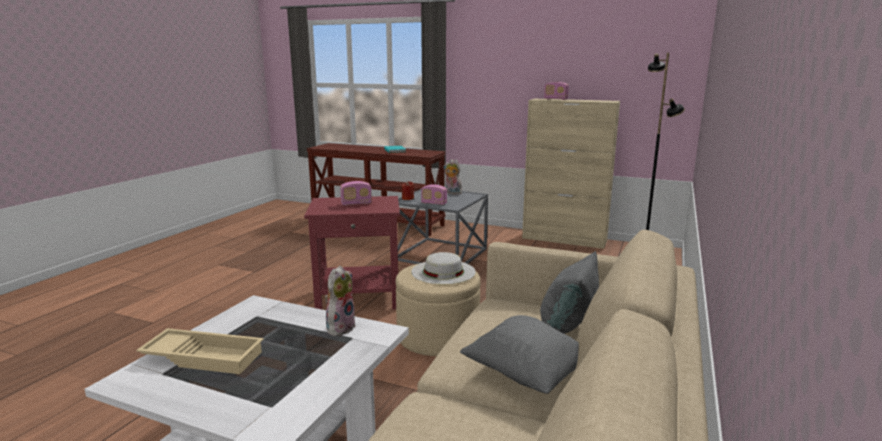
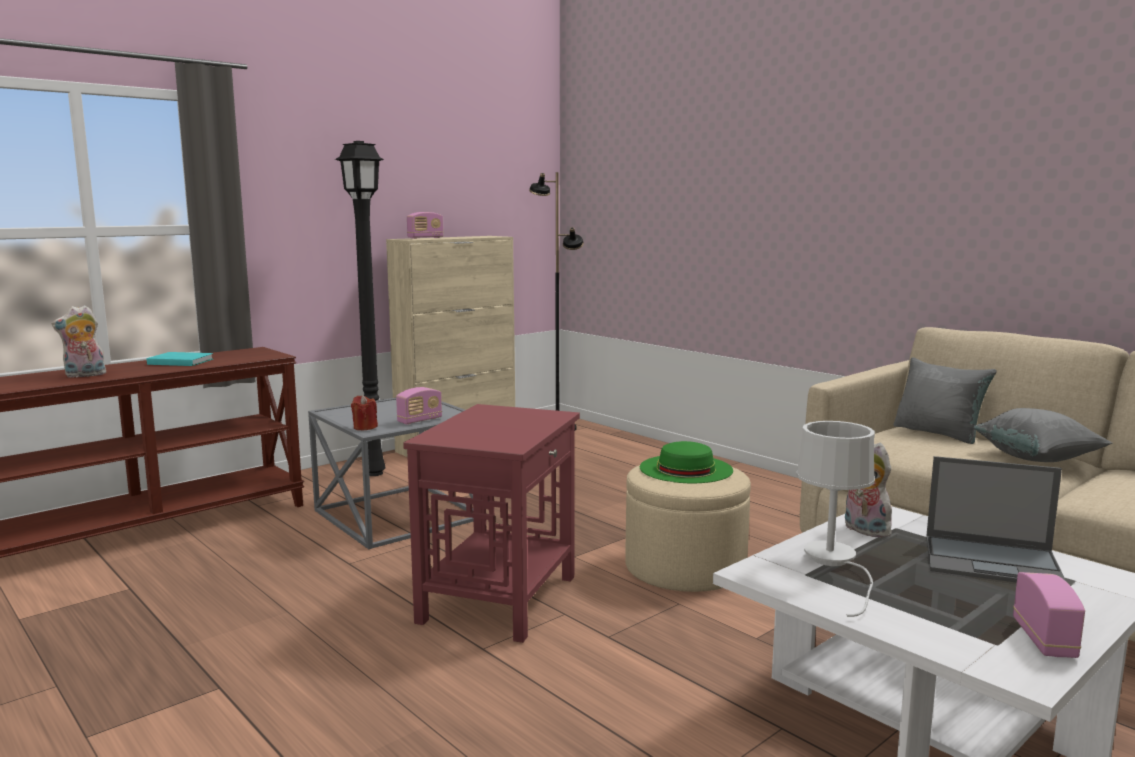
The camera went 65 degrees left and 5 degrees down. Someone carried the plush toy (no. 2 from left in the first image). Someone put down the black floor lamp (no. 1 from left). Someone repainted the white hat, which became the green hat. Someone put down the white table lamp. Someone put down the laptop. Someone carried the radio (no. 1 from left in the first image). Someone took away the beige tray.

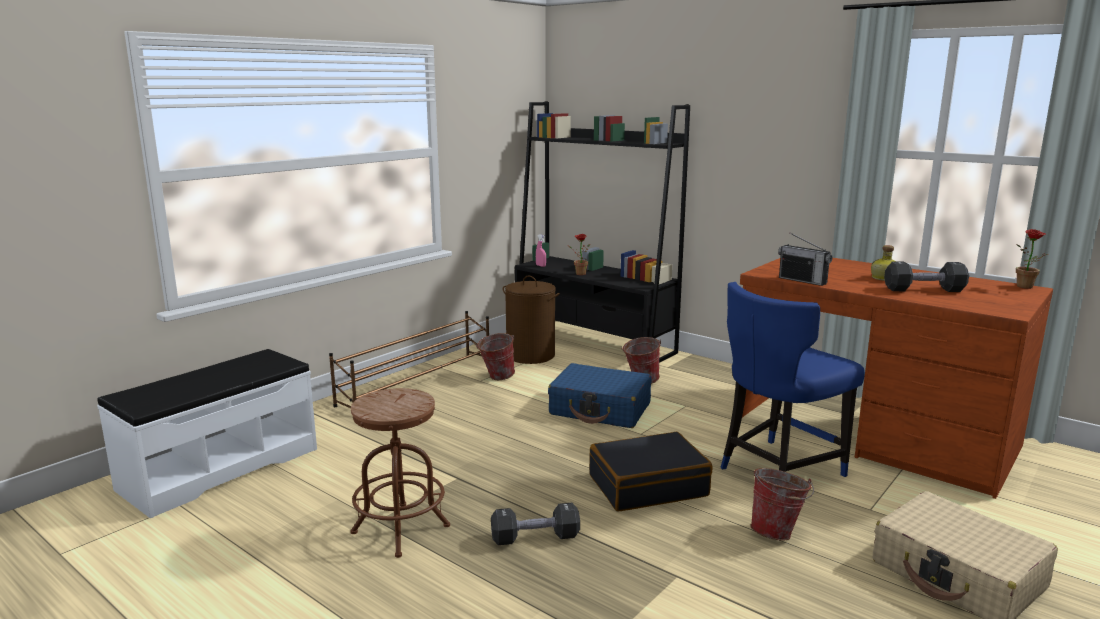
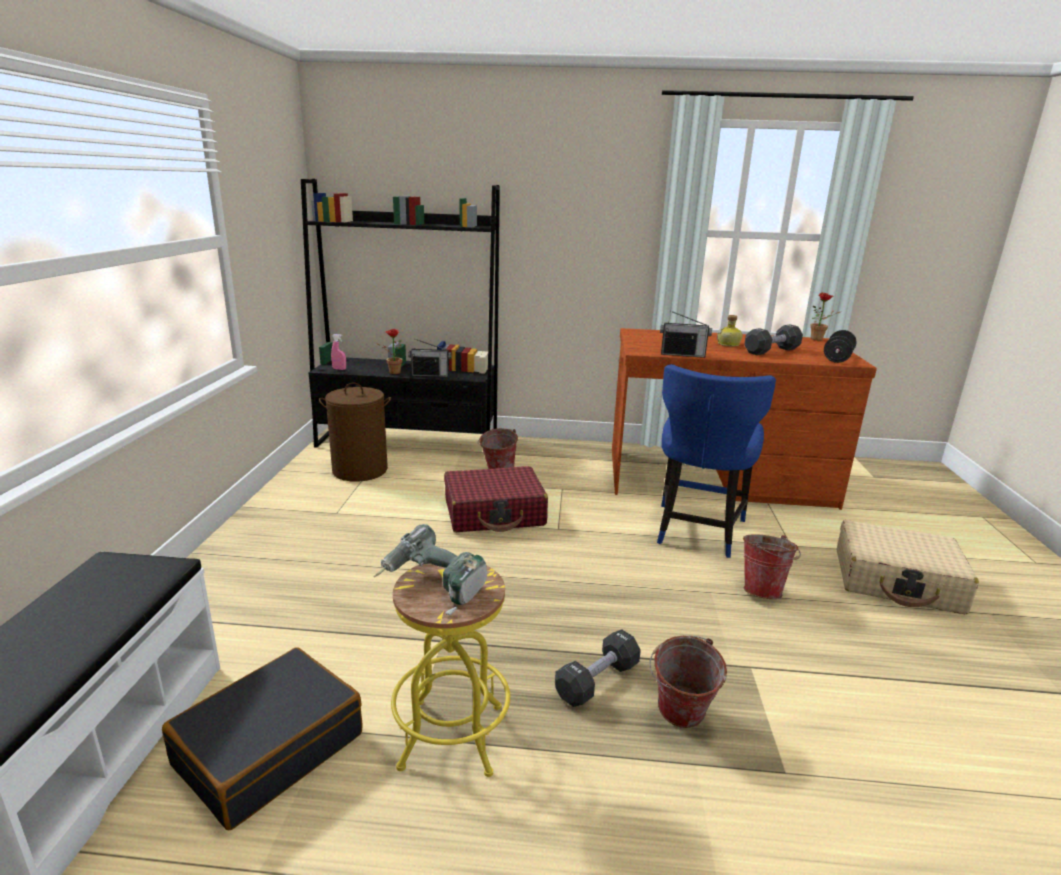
The camera went 35 degrees left and 5 degrees up. Someone carried the black suitcase. Someone put down the power drill. Someone repainted the brown stool, which became the yellow stool. Someone put down the radio (no. 1 from left). Someone repainted the blue suitcase, which became the red suitcase. Someone carried the bucket (no. 1 from left in the first image). Someone put down the black dumbbell (no. 3 from left). Someone took away the brown shoe rack.

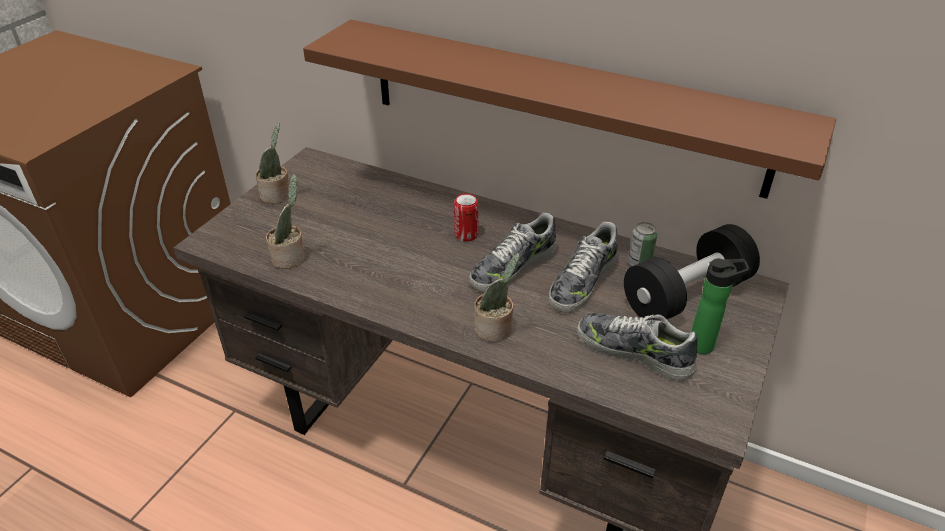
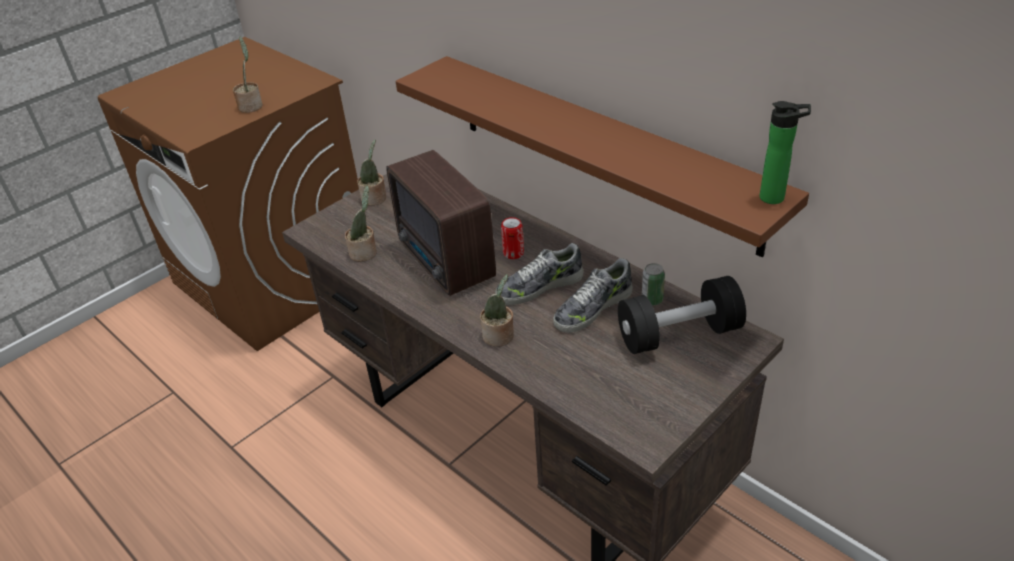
The camera went 20 degrees right and 0 degrees up. Someone put down the potted plant (no. 1 from left). Someone put down the radio. Someone carried the bottle. Someone took away the shoe (no. 3 from left).

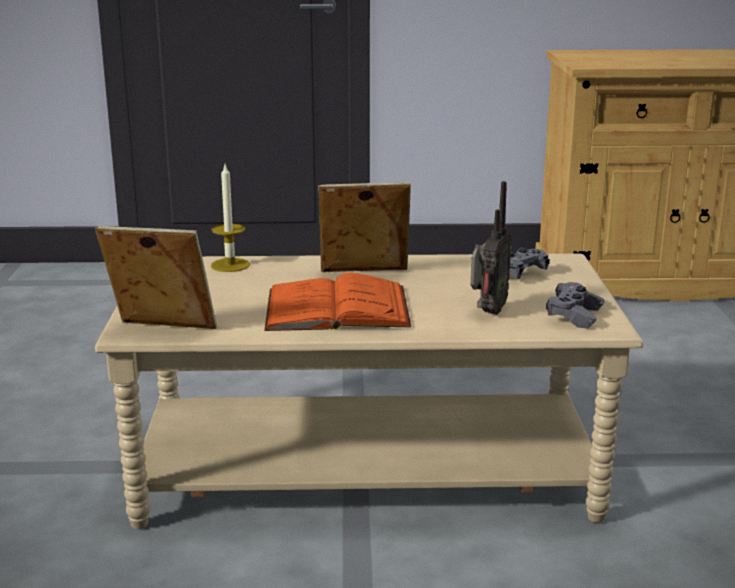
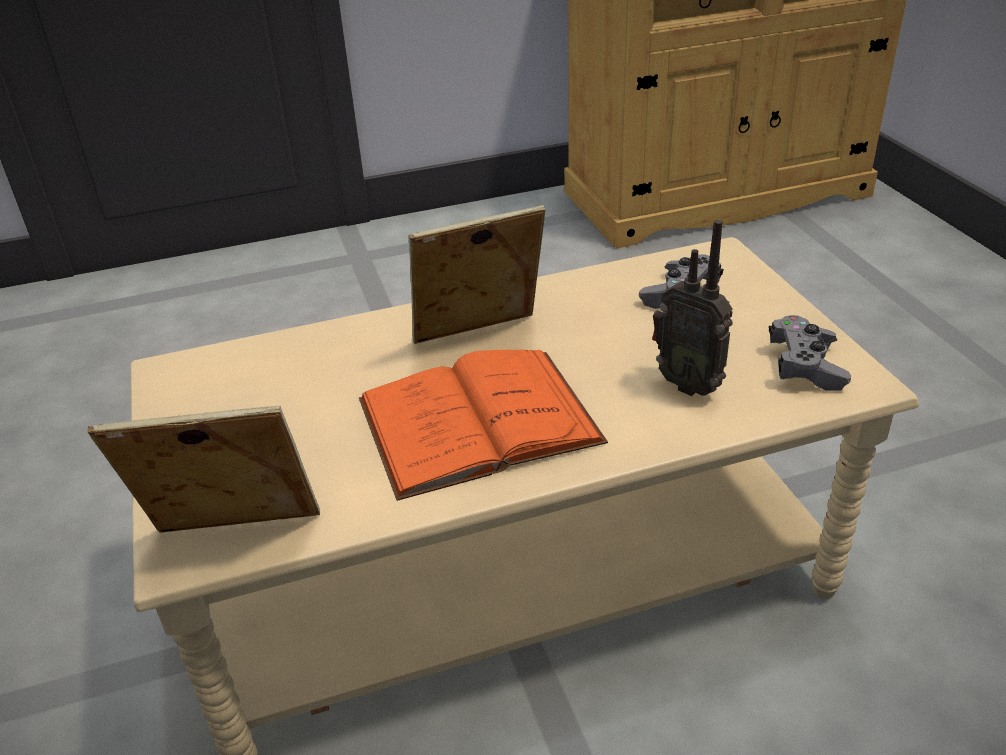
The camera went 15 degrees left and 15 degrees up. Someone rotated the radio by 120 degrees clockwise. Someone took away the candle.

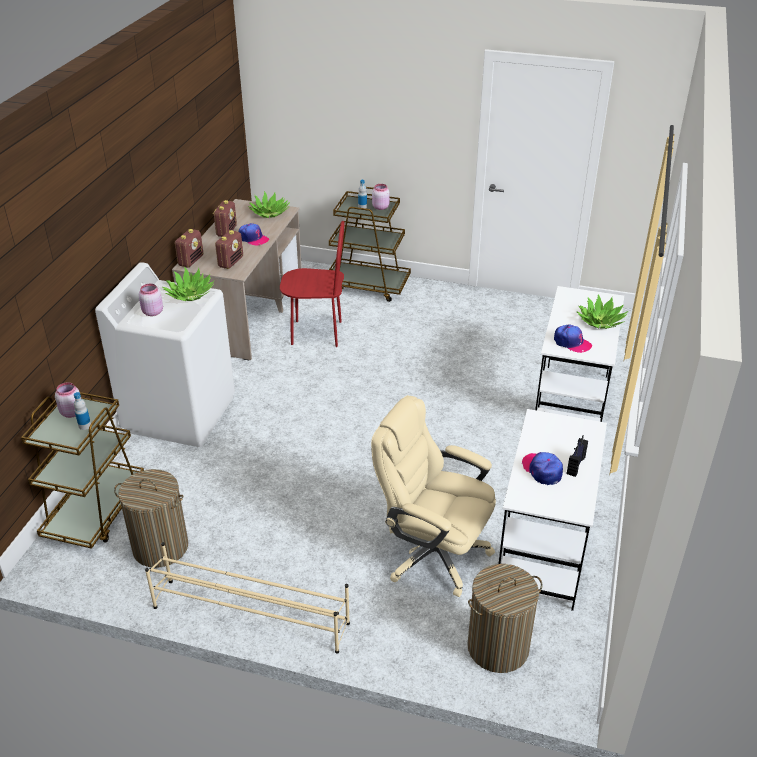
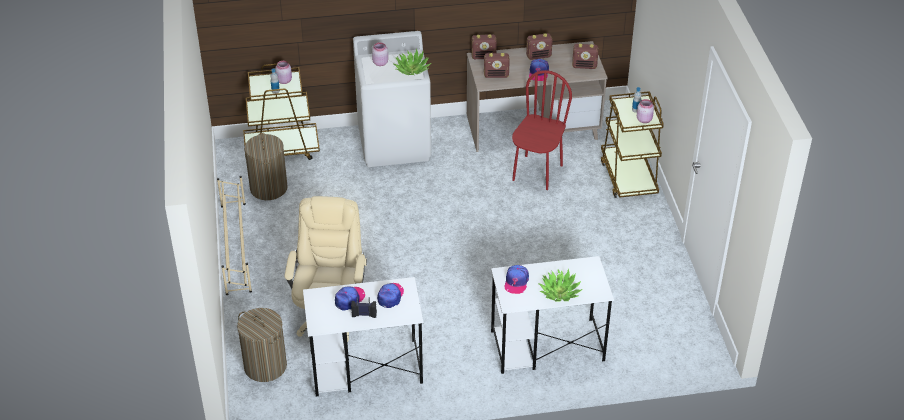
The camera went 65 degrees right and 5 degrees up. Someone put down the cap (no. 2 from left). Someone rotated the red chair by 135 degrees counterclockwise. Someone swapped the potted plant (no. 2 from left) for the radio (no. 5 from left).

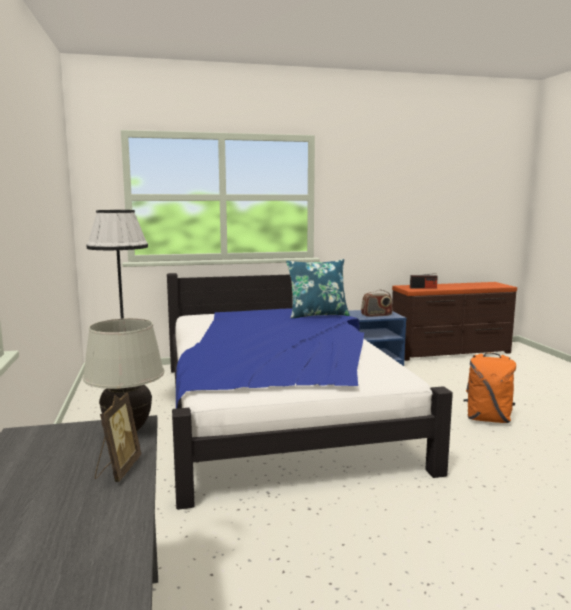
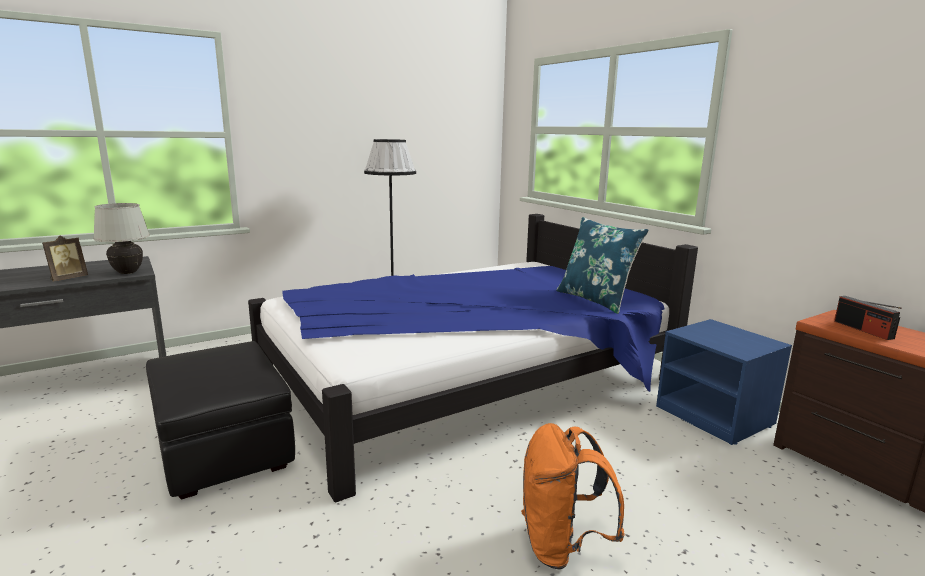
The camera went 70 degrees right and 5 degrees up. Someone rotated the picture frame by 45 degrees counterclockwise. Someone put down the black ottoman. Someone took away the radio (no. 1 from left).

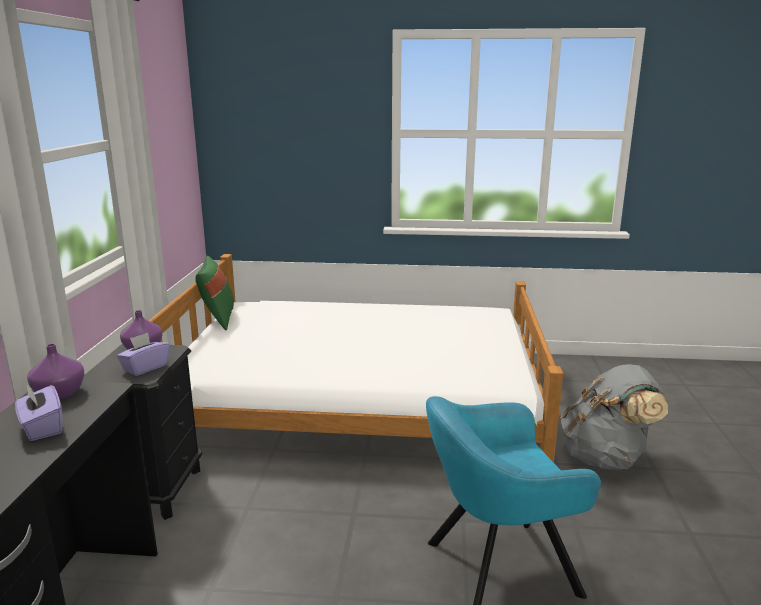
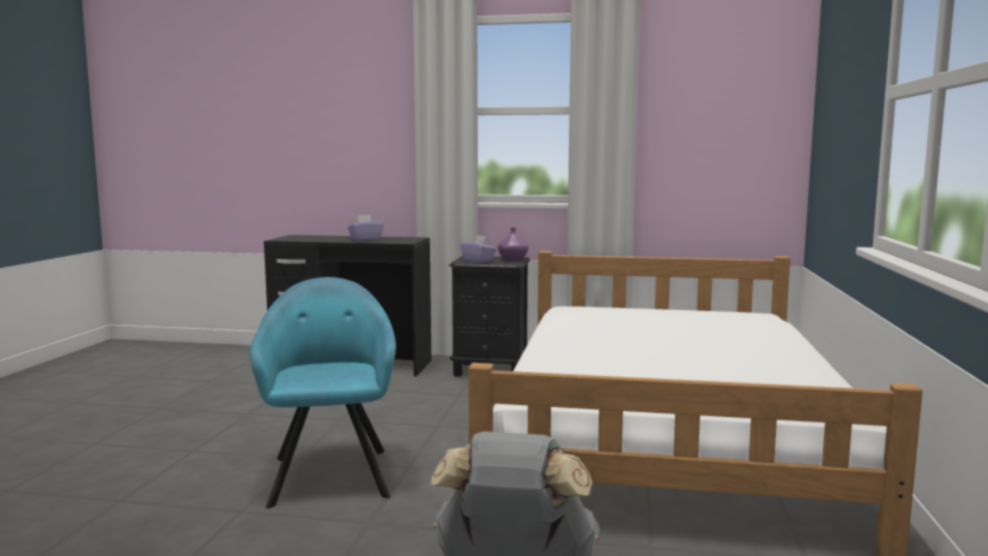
The camera went 95 degrees right and 10 degrees down. Someone took away the purple vase (no. 1 from left). Someone took away the green pillow.

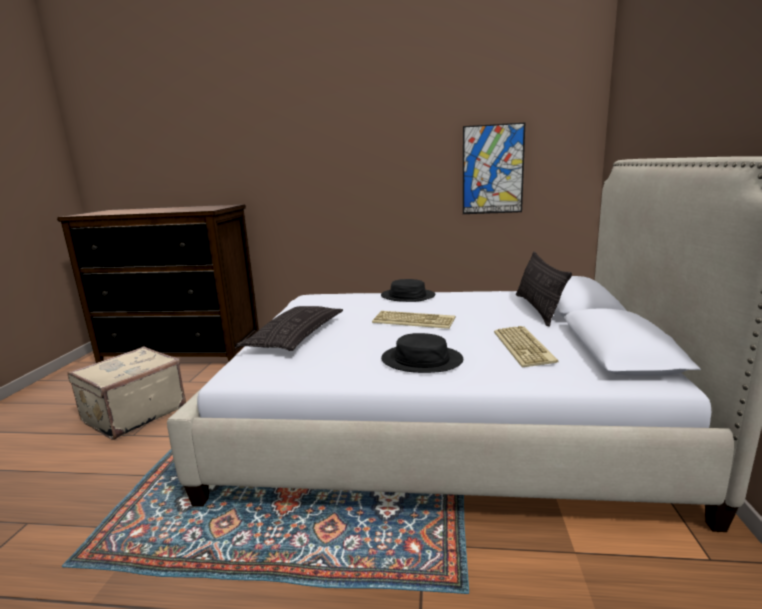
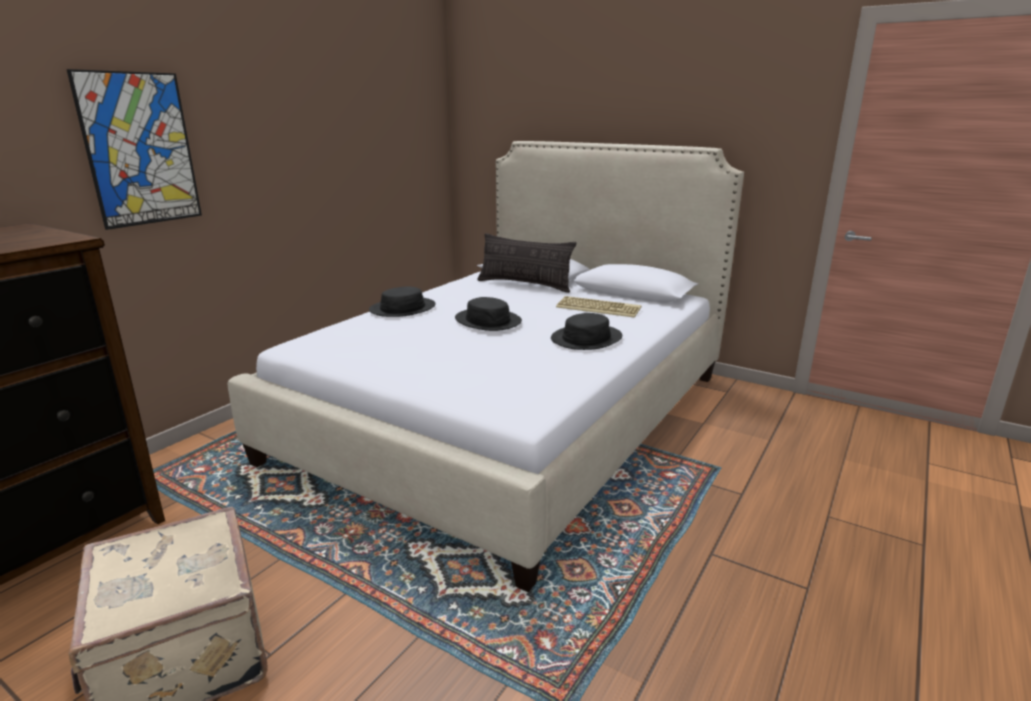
The camera went 65 degrees left and 5 degrees up. Someone carried the picture. Someone swapped the keyboard (no. 1 from left) for the black hat (no. 2 from left). Someone took away the pillow (no. 1 from left).

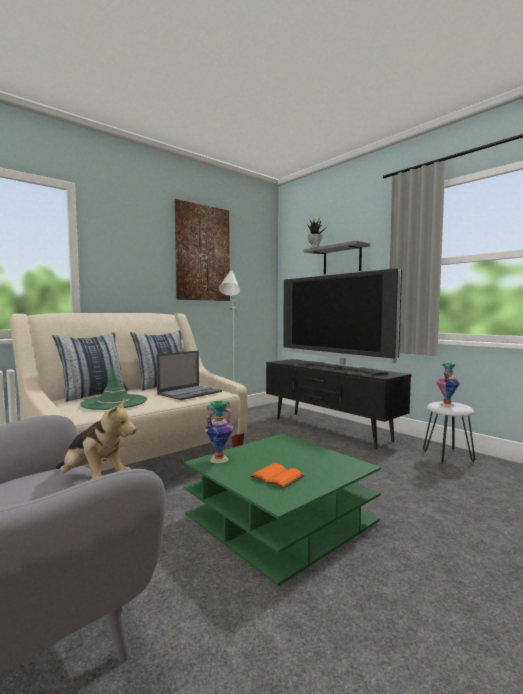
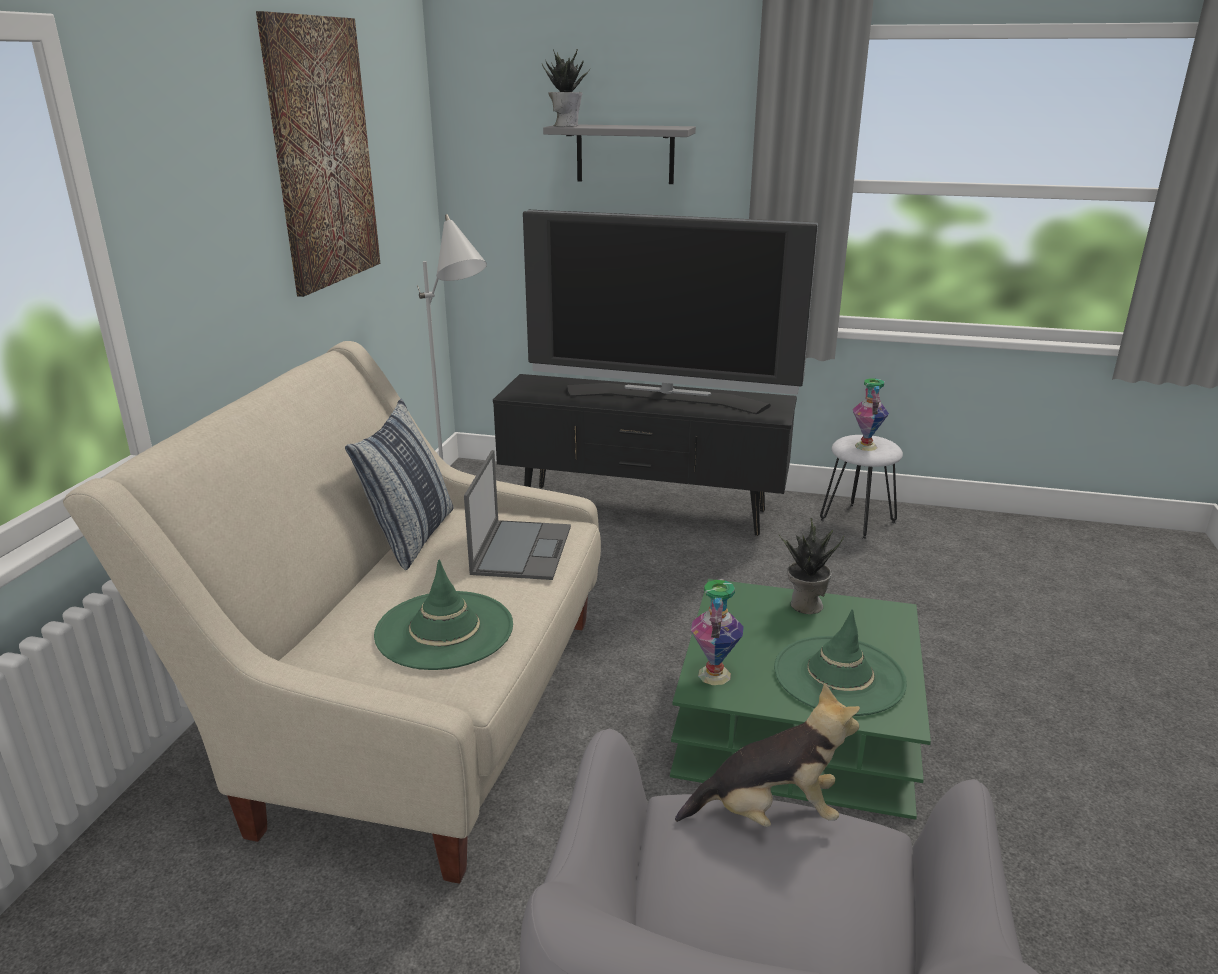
The camera went 35 degrees left and 20 degrees up. Someone swapped the orange book for the green hat (no. 2 from left). Someone put down the potted plant (no. 2 from left). Someone took away the pillow (no. 1 from left).

